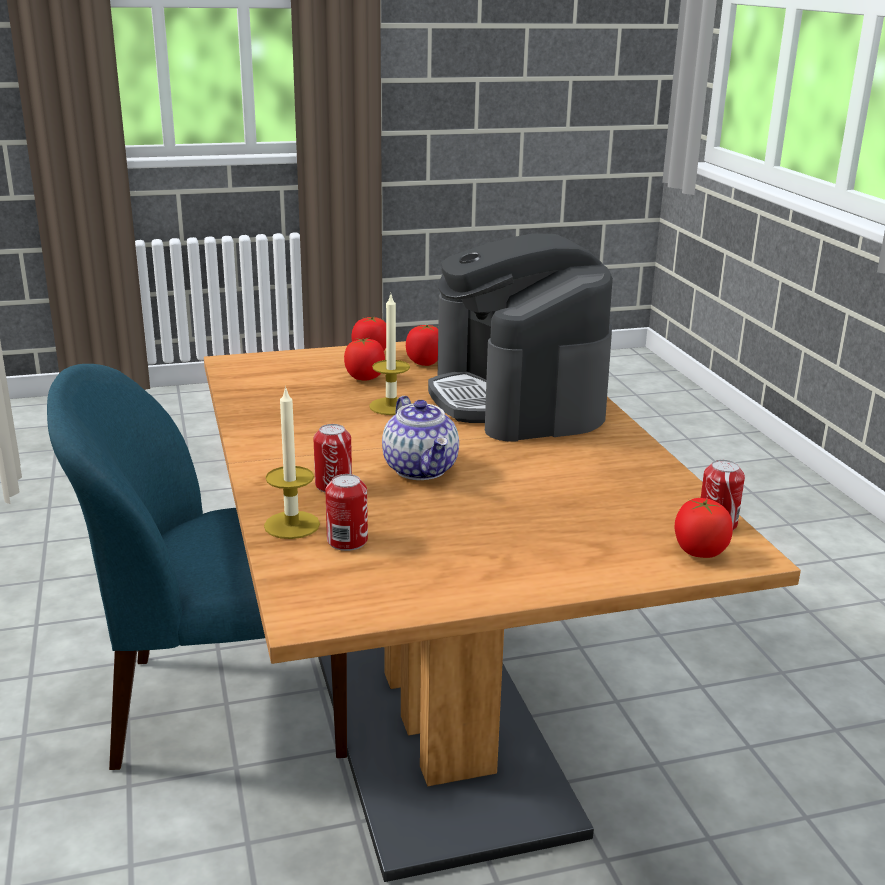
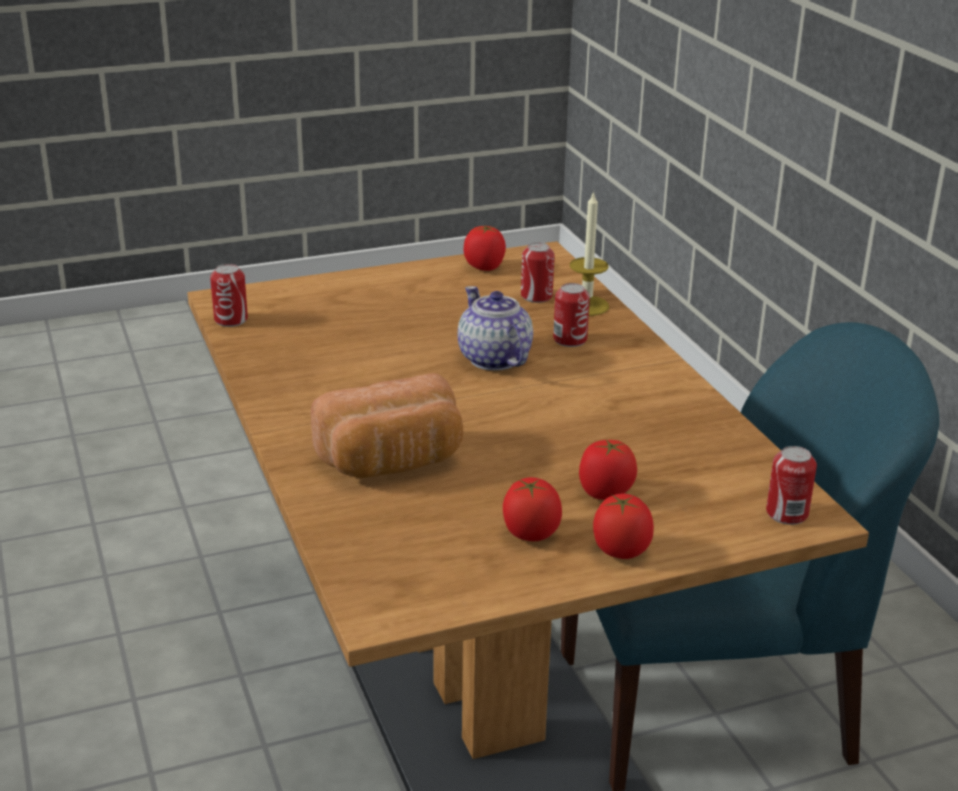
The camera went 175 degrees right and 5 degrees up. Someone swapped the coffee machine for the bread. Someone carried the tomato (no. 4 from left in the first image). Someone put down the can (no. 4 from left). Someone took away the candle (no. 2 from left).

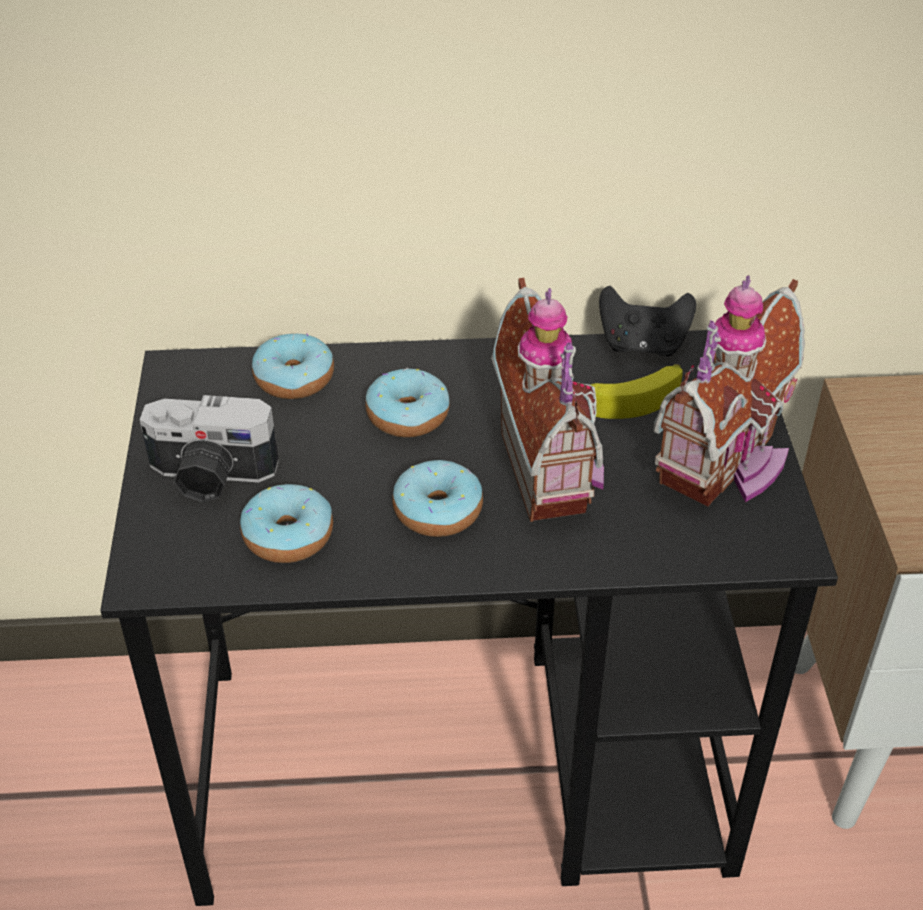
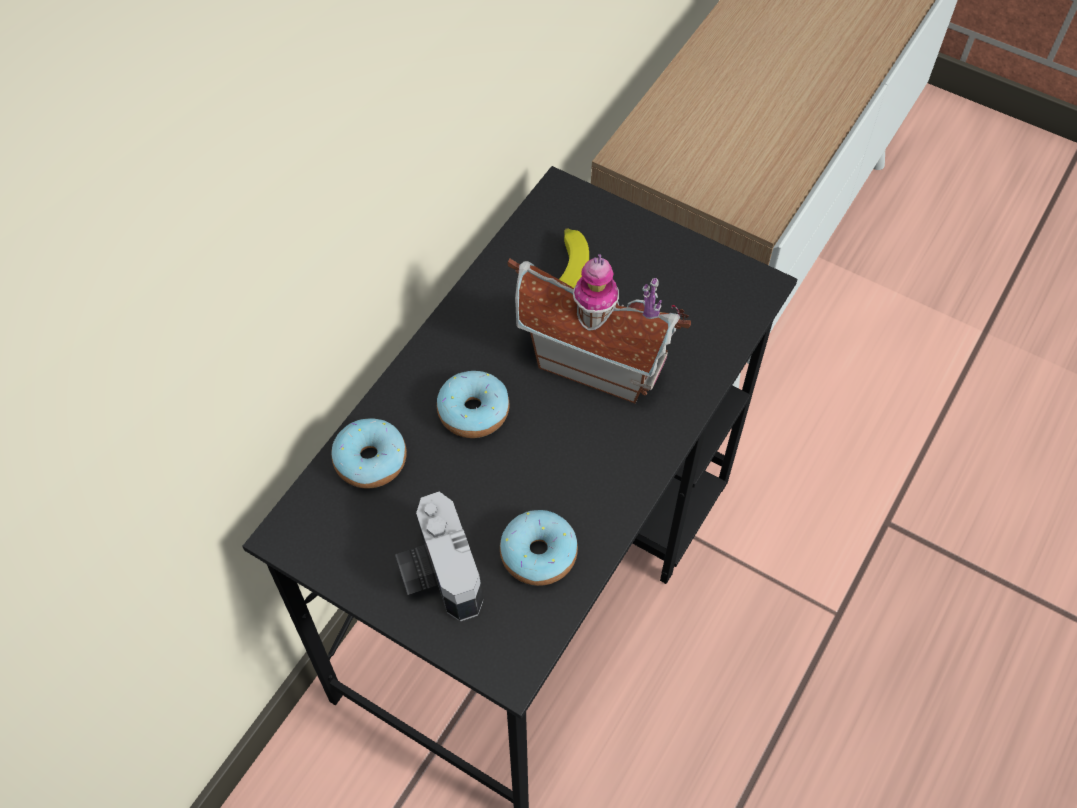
The camera went 55 degrees left and 15 degrees up. Someone rotated the photo camera by 120 degrees clockwise. Someone took away the donut (no. 4 from left). Someone took away the black game controller. Someone took away the toy house (no. 2 from left).

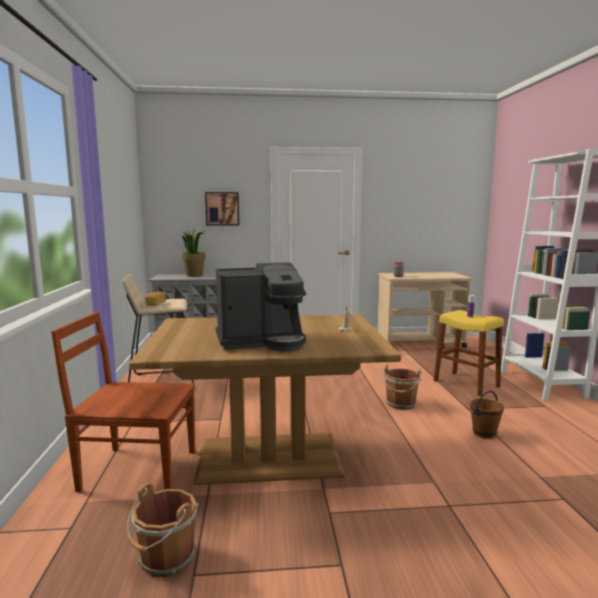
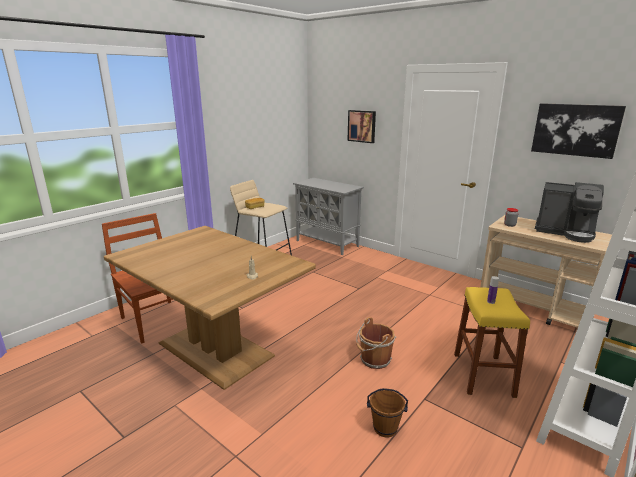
The camera went 45 degrees right and 10 degrees up. Someone put up the picture (no. 2 from left). Someone carried the coffee machine. Someone took away the brown bucket (no. 1 from left). Someone took away the potted plant.

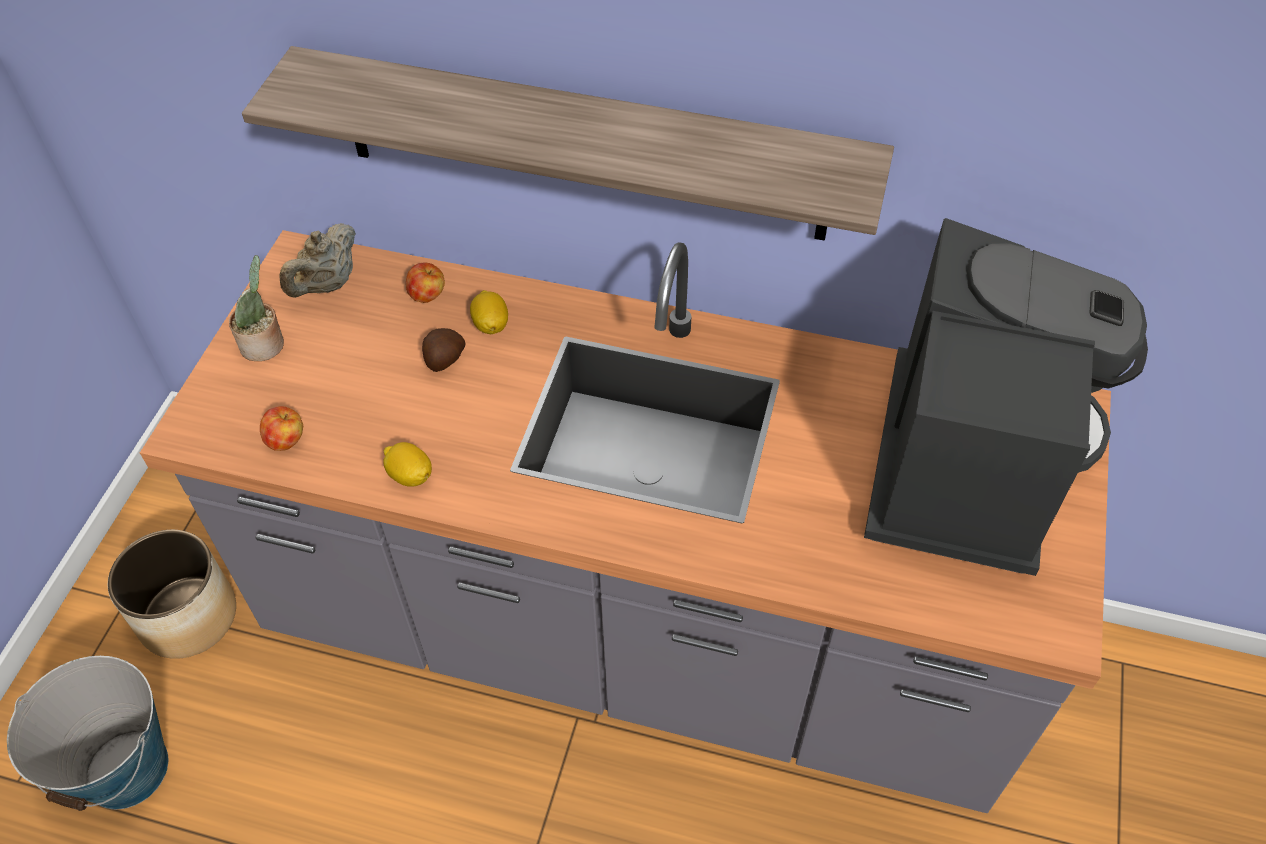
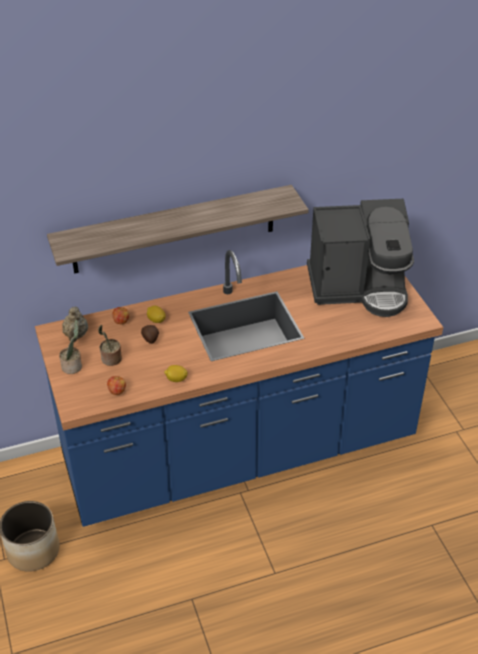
The camera went 35 degrees left and 10 degrees down. Someone repainted the grey counter, which became the blue counter. Someone put down the potted plant (no. 2 from left). Someone rotated the coffee machine by 105 degrees clockwise. Someone took away the bucket.

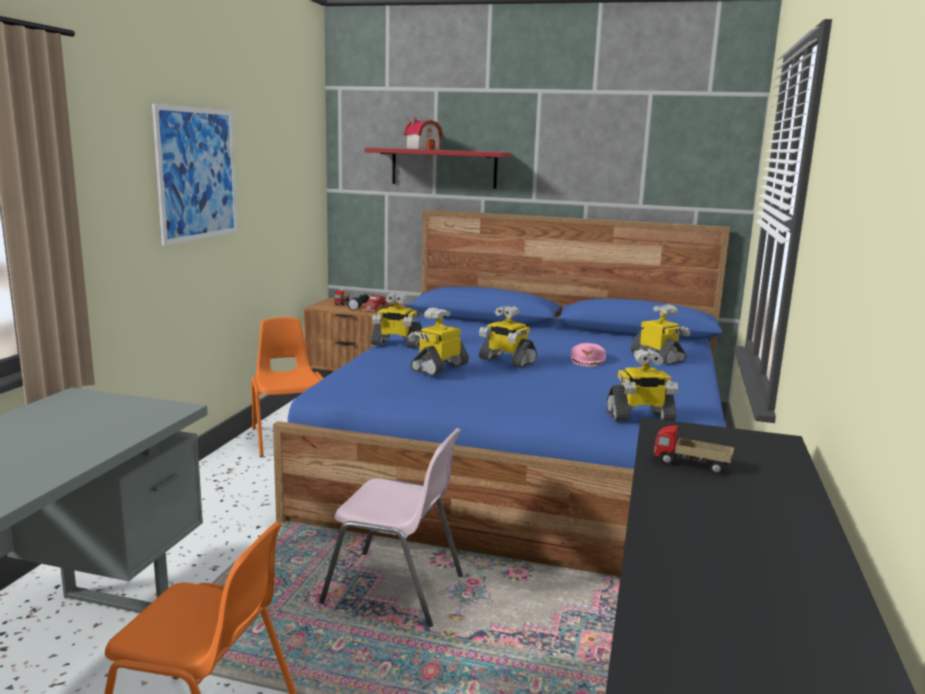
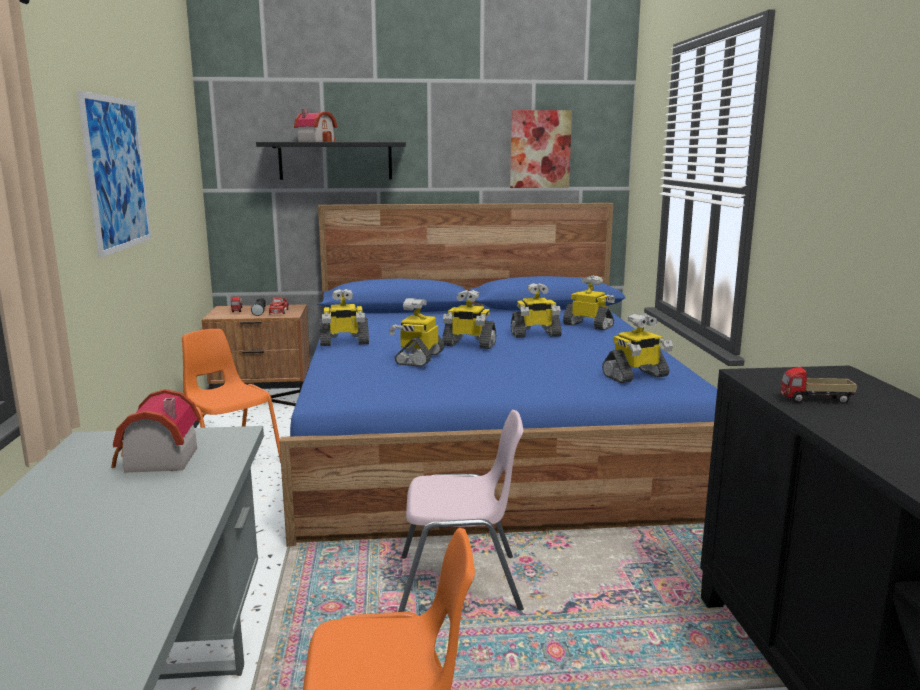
The camera went 20 degrees left and 0 degrees up. Someone put down the toy house (no. 1 from left). Someone repainted the red shelf, which became the black shelf. Someone put up the picture (no. 2 from left). Someone swapped the pink cap for the toy robot (no. 4 from left).

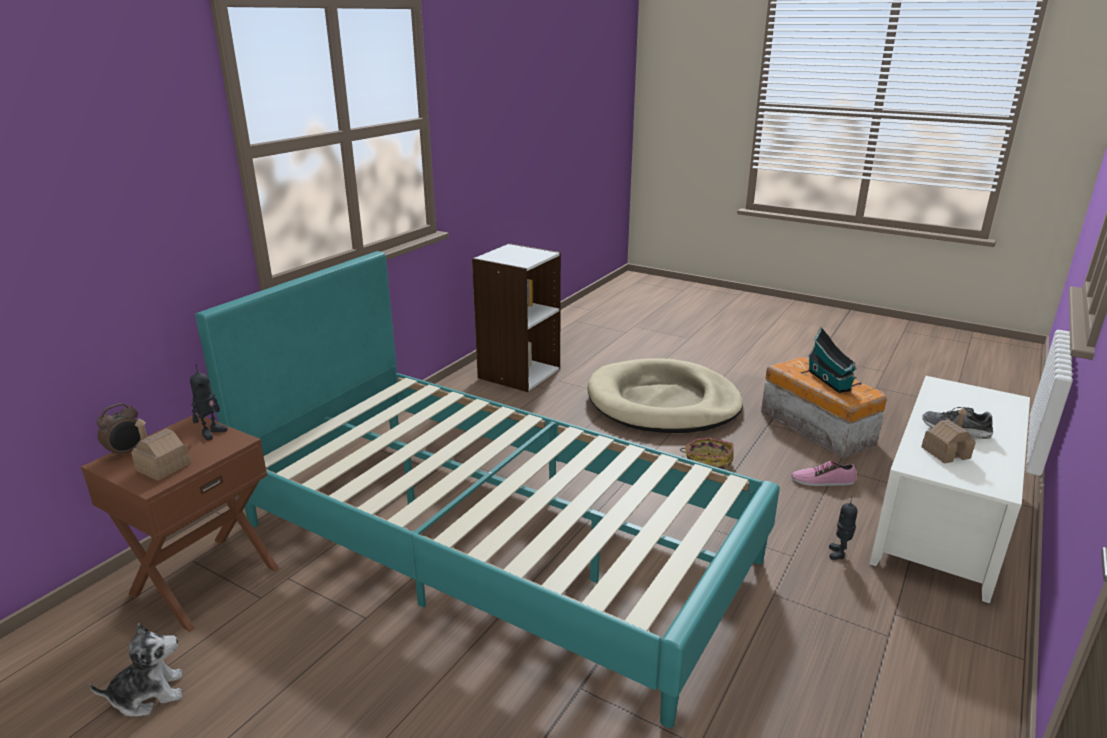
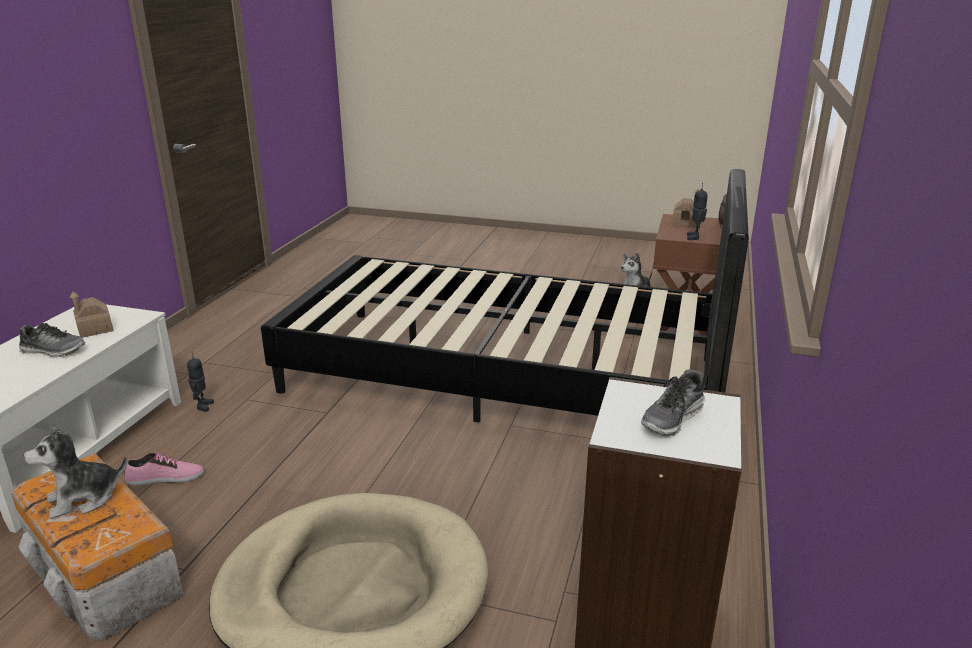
The camera went 165 degrees right and 0 degrees up. Someone swapped the toy house (no. 2 from left) for the plush toy (no. 1 from left). Someone repainted the turquoise bed, which became the black bed. Someone put down the shoe (no. 3 from left). Someone took away the basket.

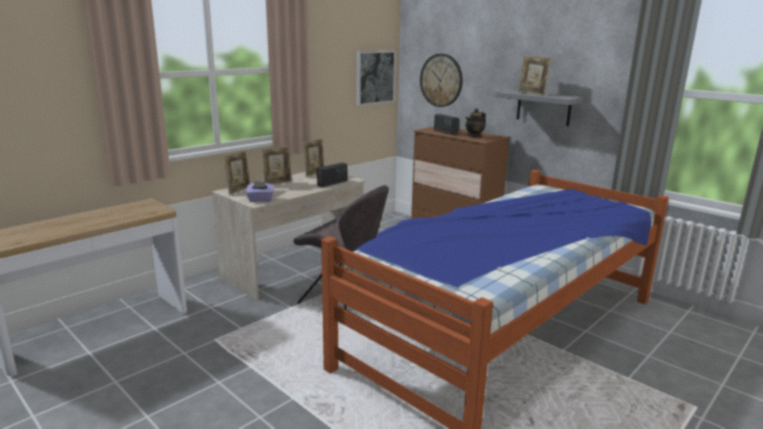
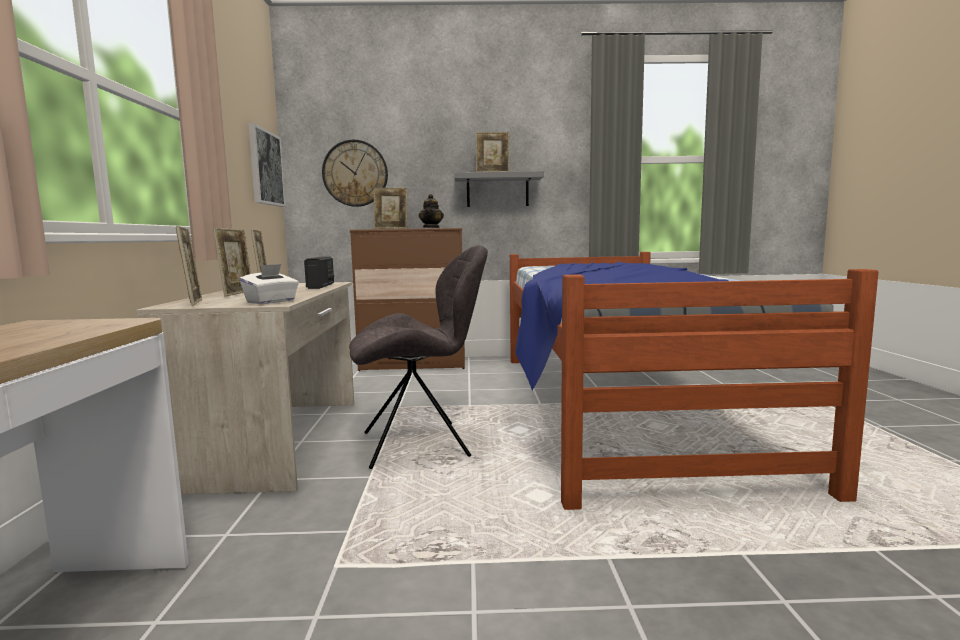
The camera went 45 degrees left and 10 degrees down. Someone repainted the purple tissue box, which became the white tissue box. Someone swapped the radio (no. 2 from left) for the picture frame (no. 4 from left).

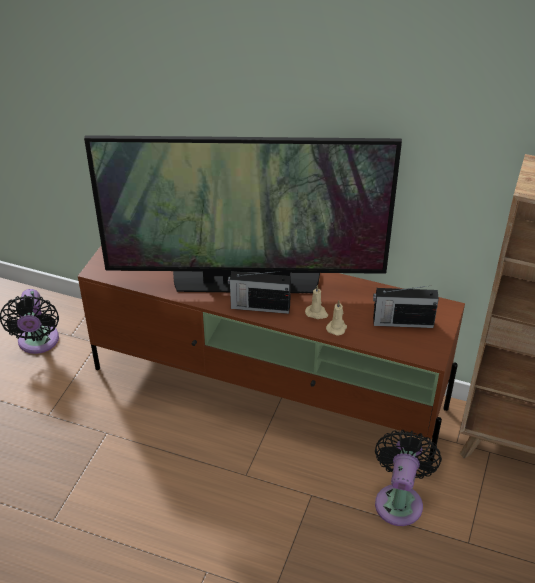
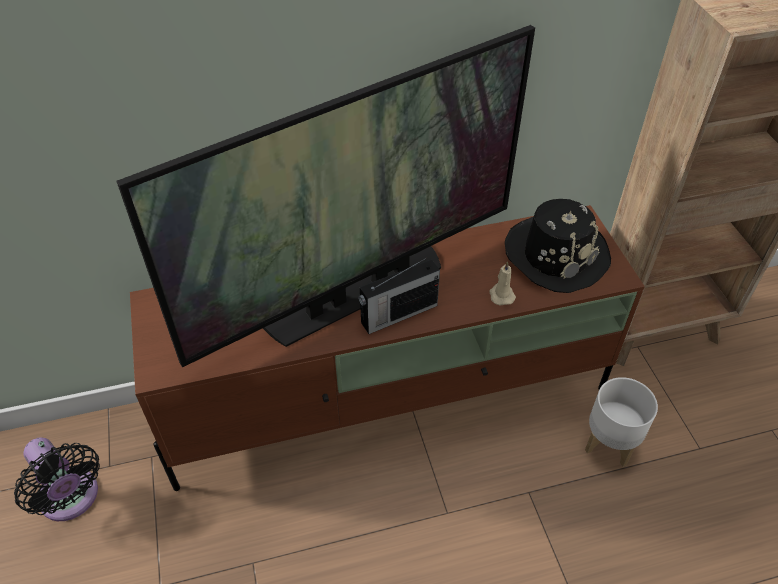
The camera went 35 degrees left and 5 degrees up. Someone swapped the radio (no. 2 from left) for the black hat. Someone swapped the black fan (no. 2 from left) for the white planter. Someone took away the beige candle (no. 1 from left).

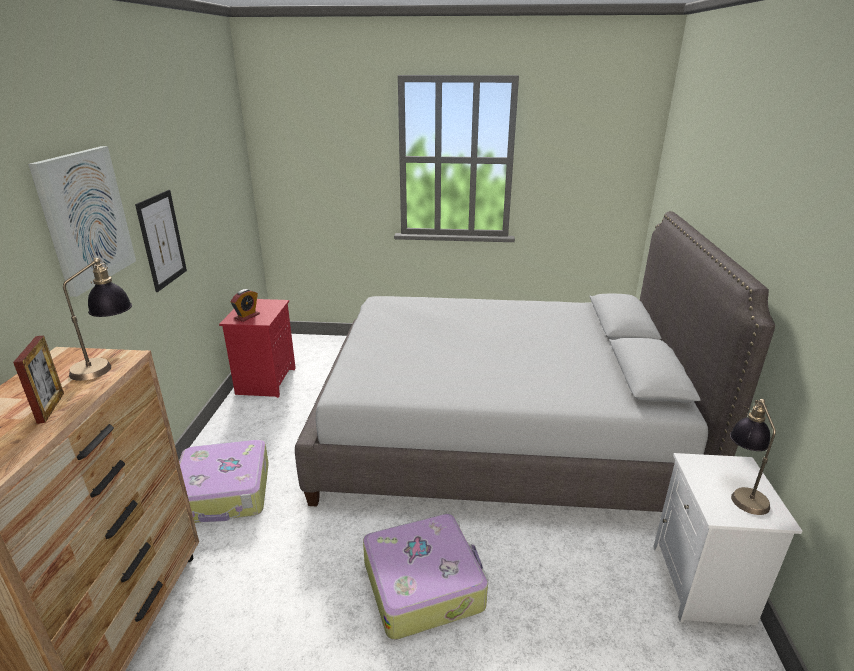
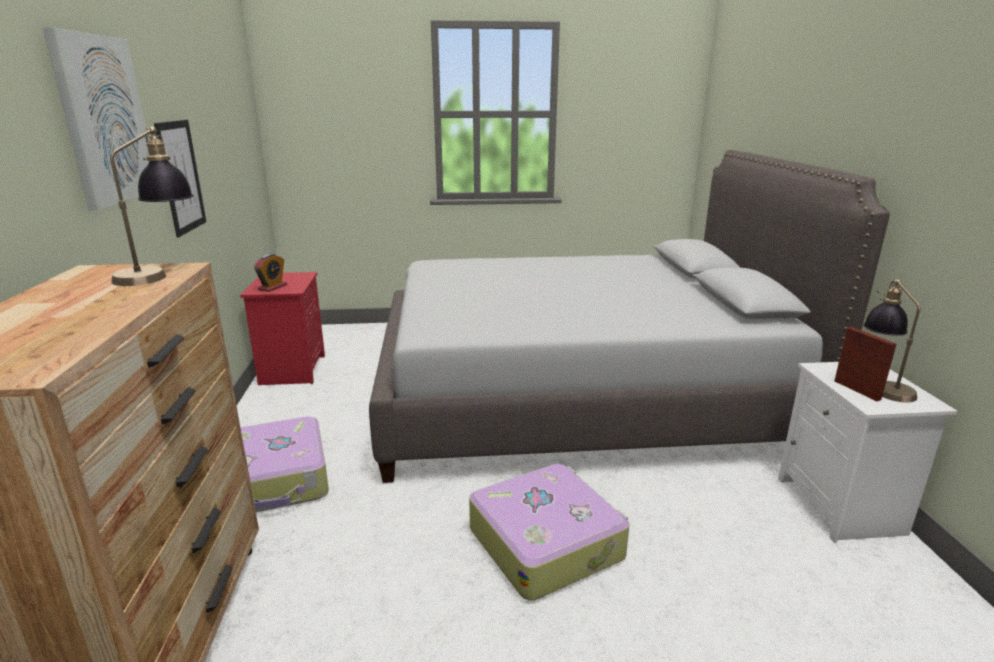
The camera went 10 degrees left and 5 degrees down. Someone carried the picture frame.

